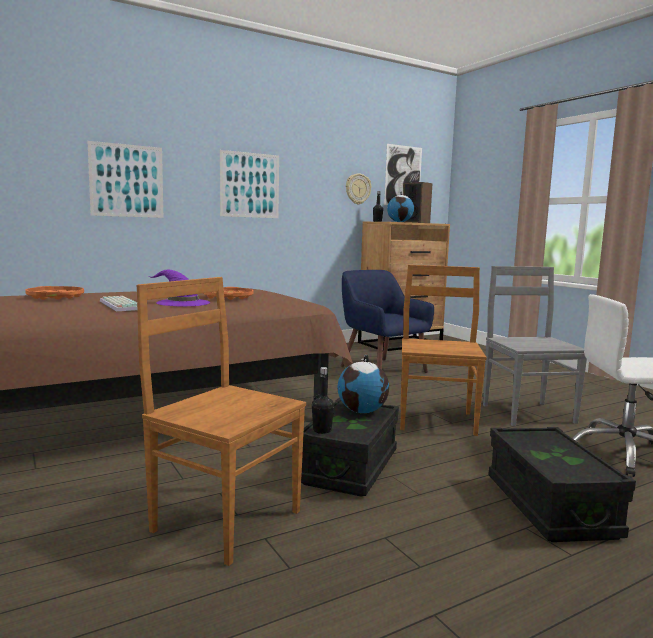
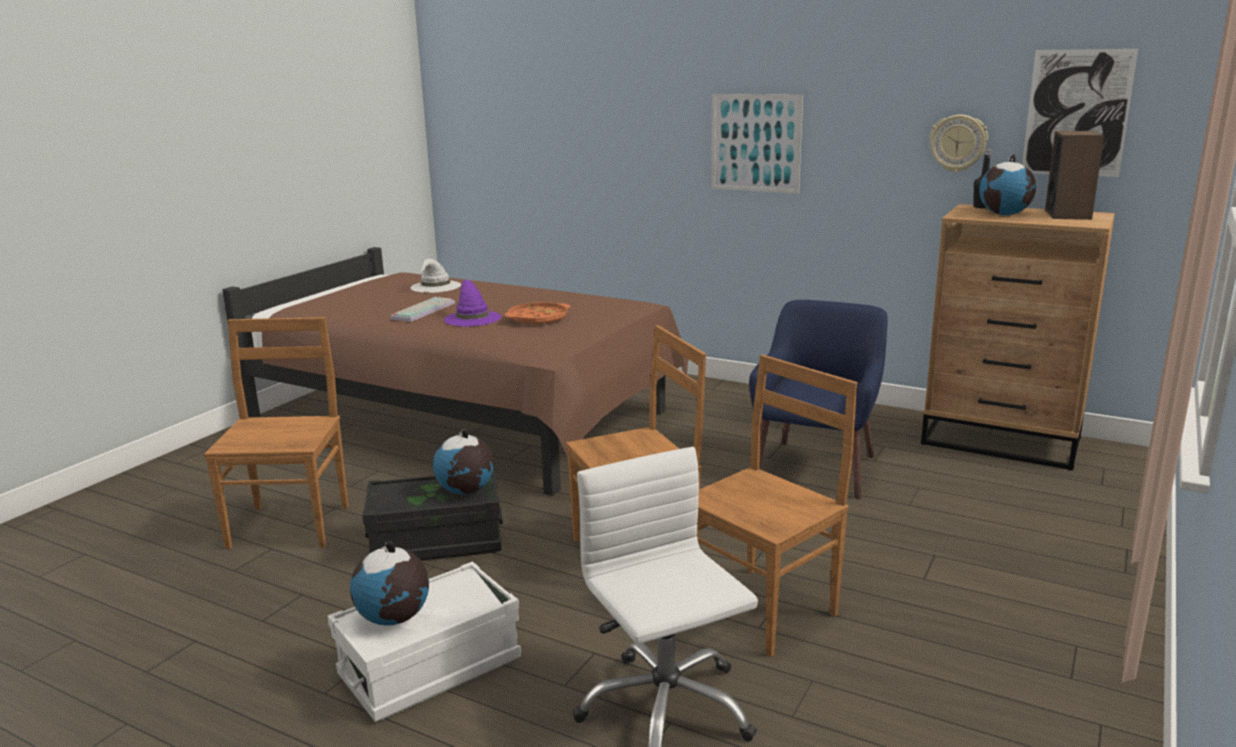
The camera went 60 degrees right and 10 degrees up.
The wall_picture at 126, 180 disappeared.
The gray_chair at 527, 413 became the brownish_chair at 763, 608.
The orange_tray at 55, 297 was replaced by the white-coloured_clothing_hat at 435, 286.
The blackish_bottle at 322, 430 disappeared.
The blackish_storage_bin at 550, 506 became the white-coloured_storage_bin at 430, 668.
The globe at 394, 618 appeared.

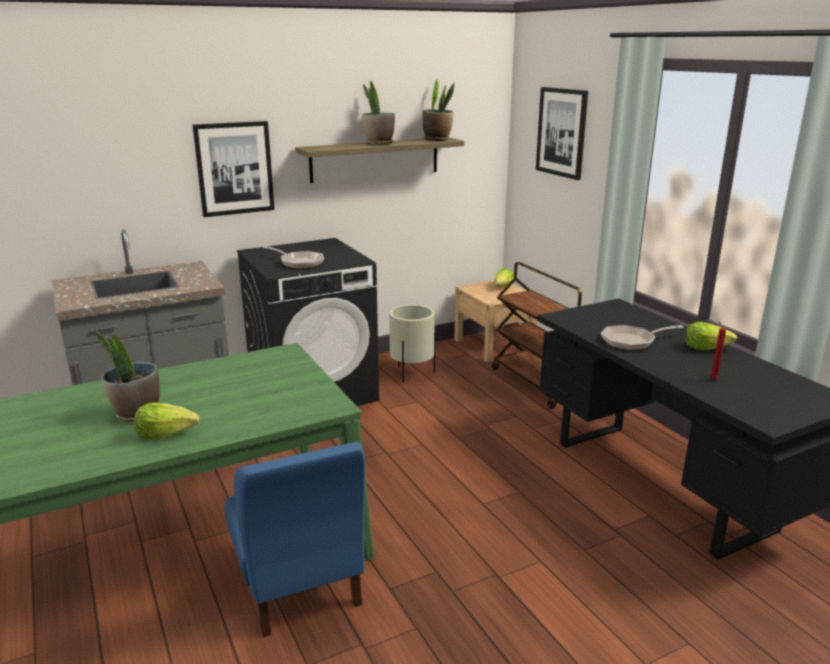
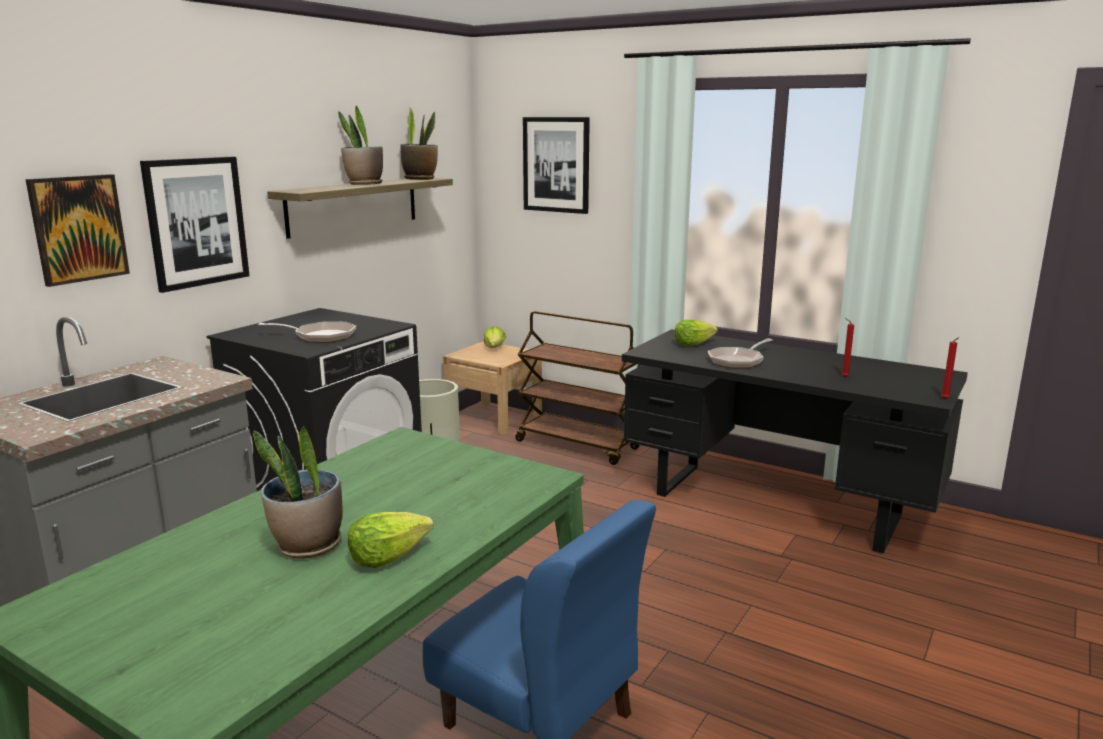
The camera went 30 degrees left and 5 degrees down.
The lettuce_head moved from 706, 348 to 693, 344.
The wall_picture at 78, 229 appeared.
The red-coloured_wax_light at 945, 399 appeared.

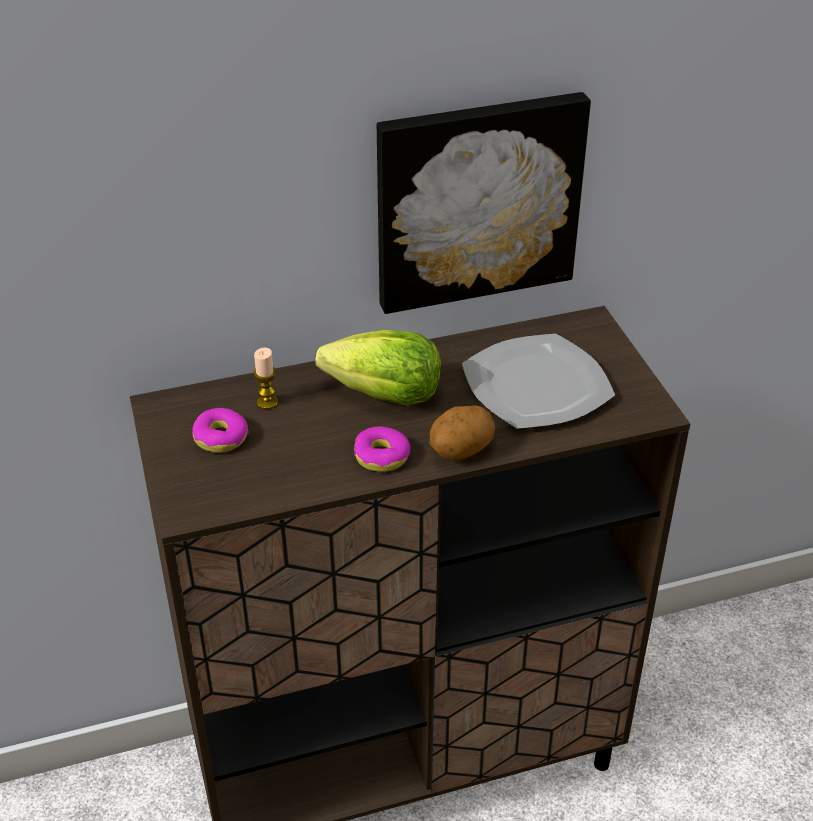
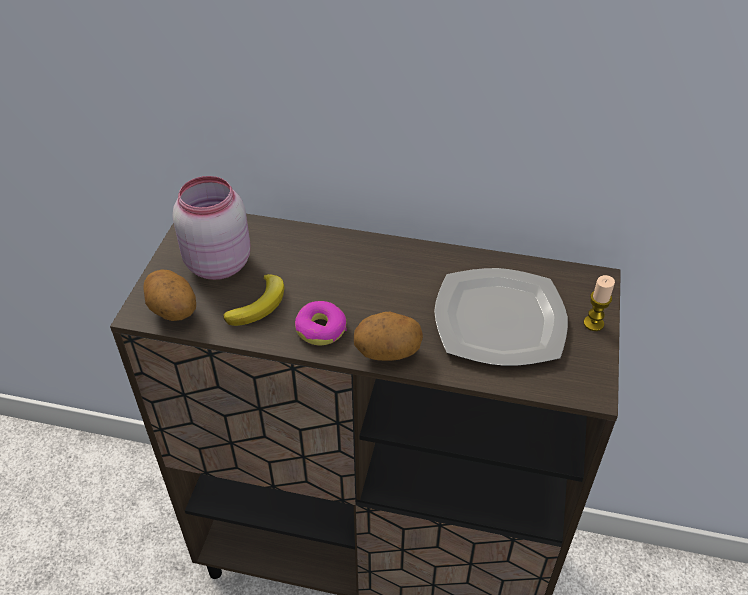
The camera went 30 degrees right and 5 degrees up.
The wall_picture at 476, 200 disappeared.
The lettuce_head at 385, 396 disappeared.
The wax_light moved from 267, 402 to 593, 323.
The donut at 221, 437 was replaced by the pink_jar at 217, 262.
The whole_potato at 173, 312 appeared.
The banana_fruit at 259, 304 appeared.

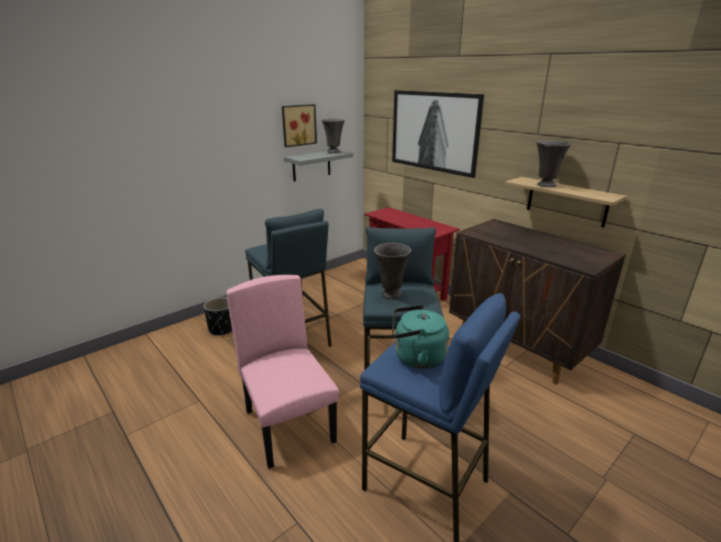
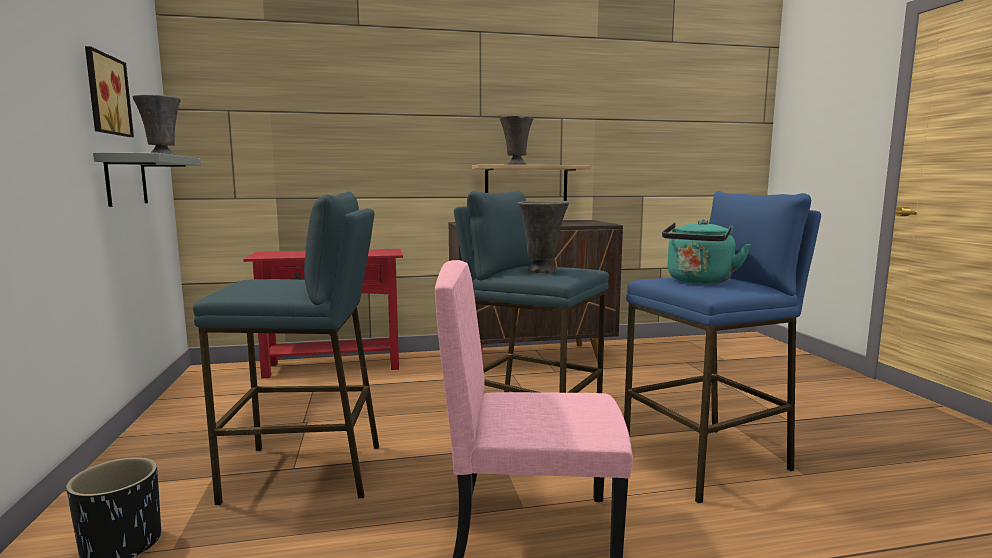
The camera went 60 degrees left and 15 degrees down.
The wall_picture at 433, 131 disappeared.

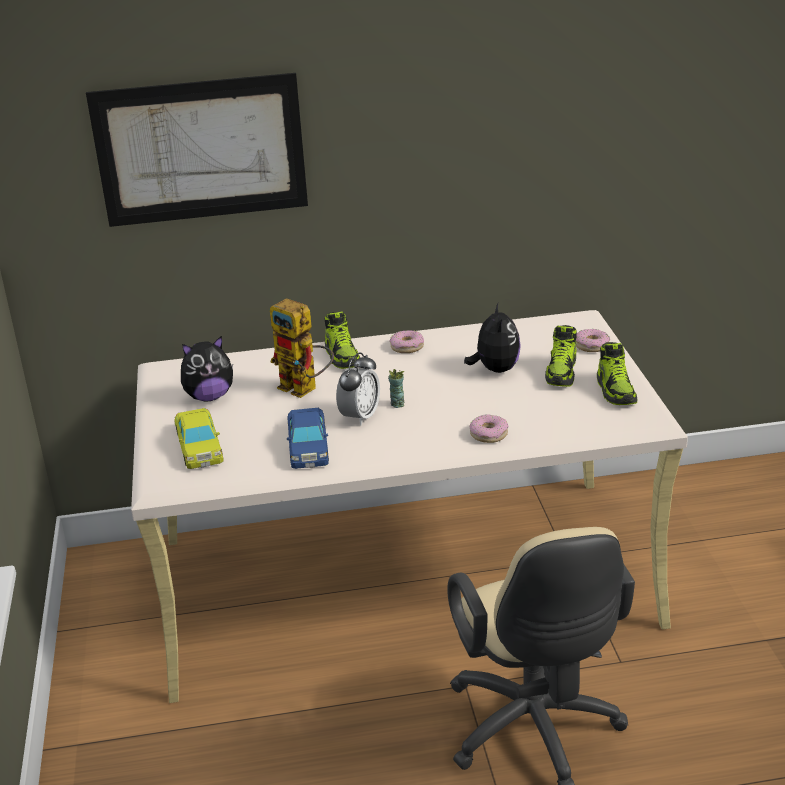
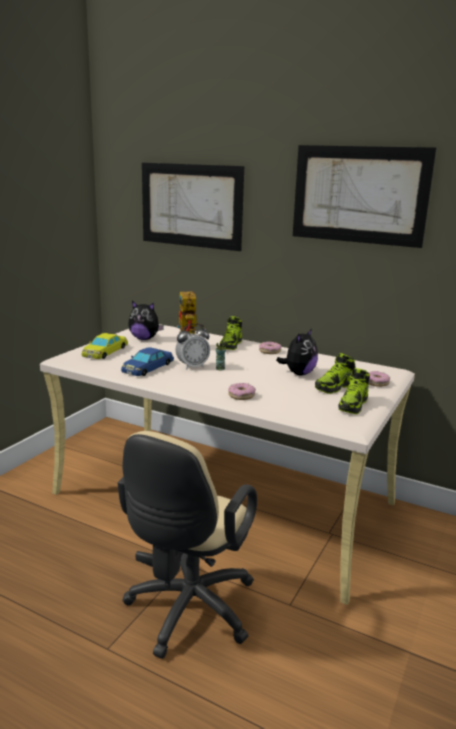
The camera went 35 degrees right and 10 degrees down.
The wall_picture at 359, 195 appeared.

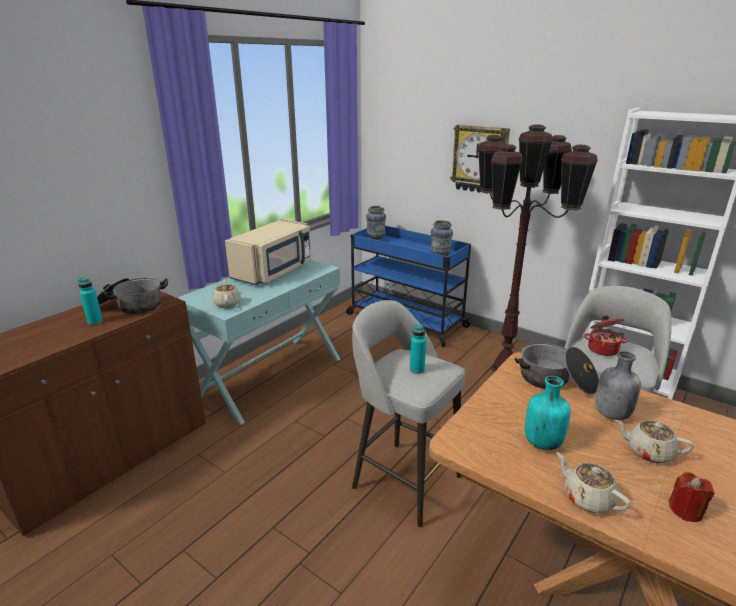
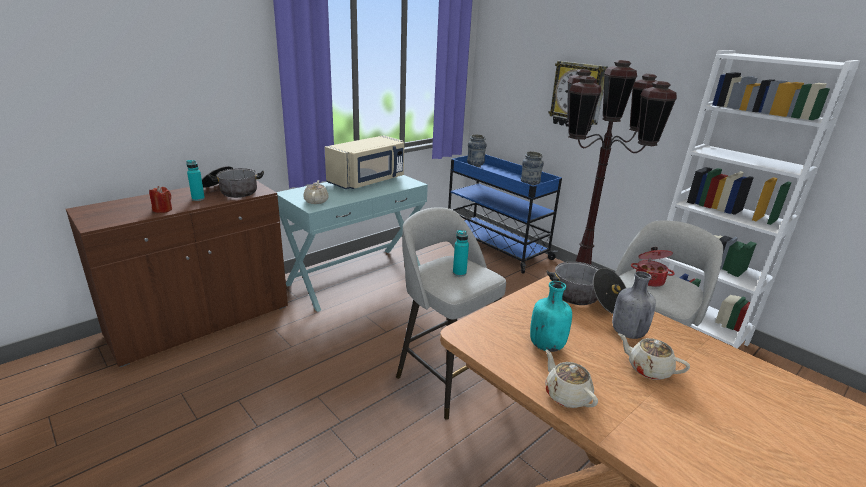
The camera went 10 degrees right and 0 degrees up.
The red-coloured_wax_light moved from 685, 510 to 162, 210.

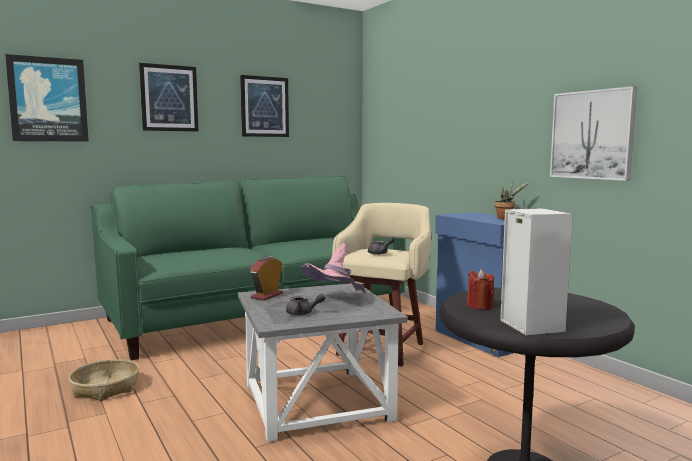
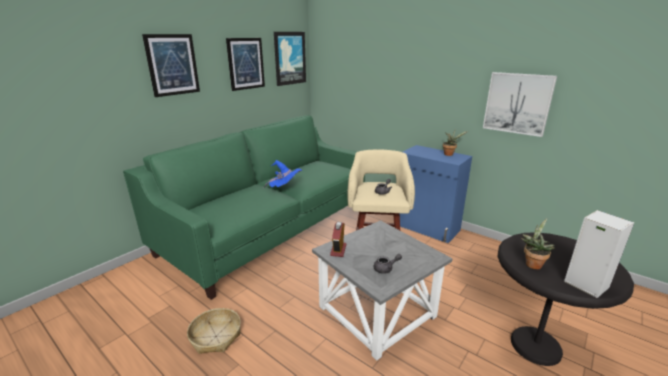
The camera went 20 degrees left and 15 degrees up.
The wall_picture moved from 48, 99 to 289, 58.
The pink_clothing_hat at 336, 300 disappeared.
The red-coloured_wax_light at 479, 306 was replaced by the potted_plant at 532, 263.
The bluish_clothing_hat at 285, 188 appeared.

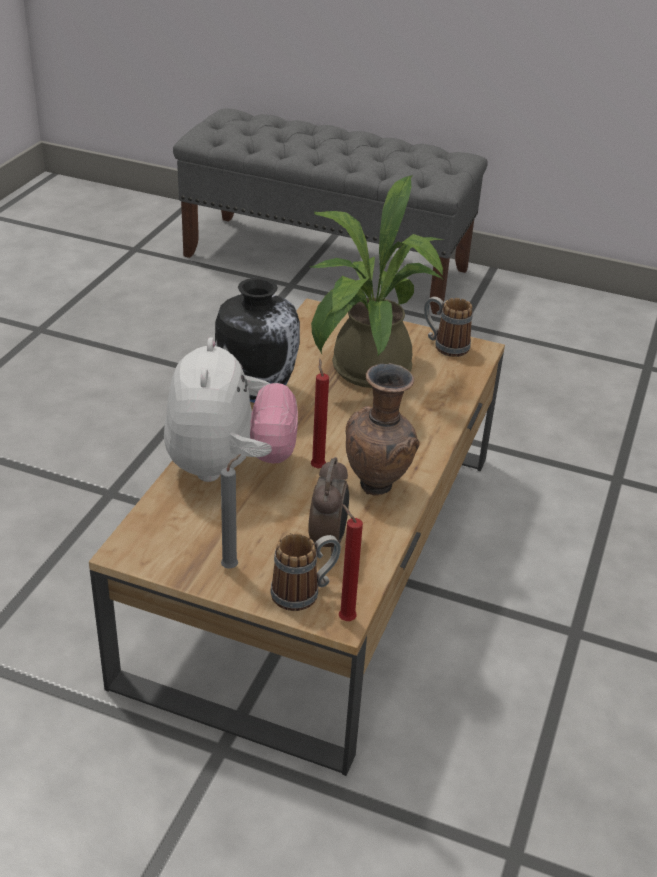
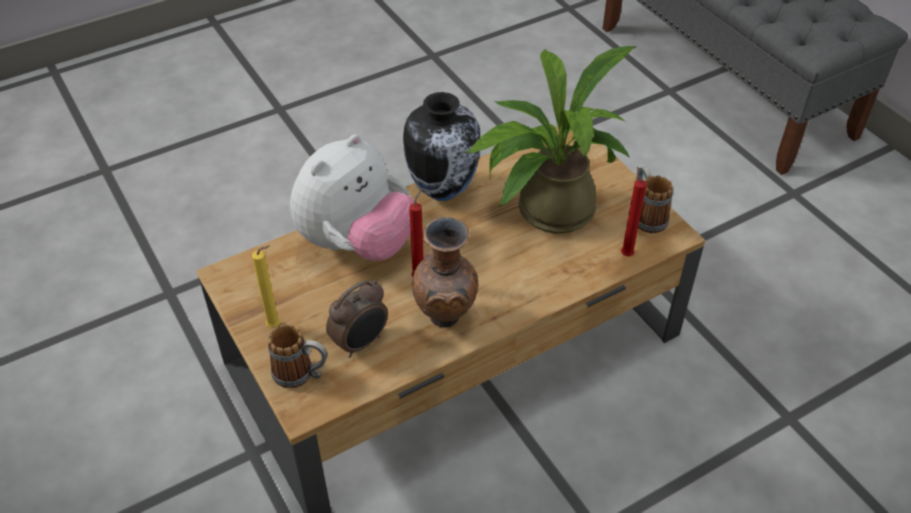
The camera went 40 degrees right and 10 degrees up.
The gray_wax_light at 232, 566 became the yellow_wax_light at 276, 326.
The red-coloured_wax_light moved from 344, 618 to 626, 253.

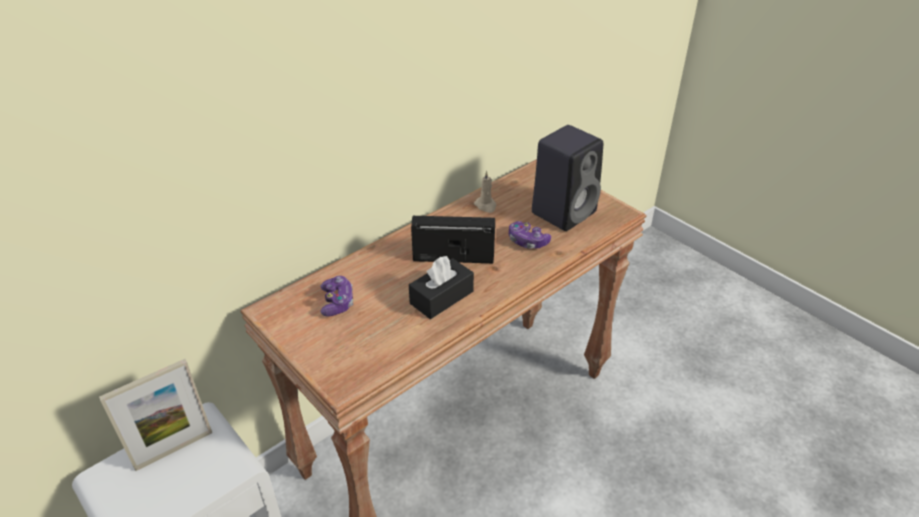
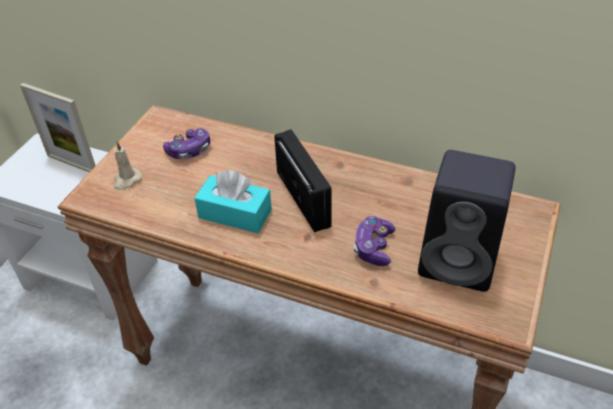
The camera went 65 degrees right and 5 degrees up.
The beige-coloured_wax_light moved from 486, 206 to 127, 180.
The blackish_tissue_holder at 441, 297 became the turquoise-coloured_tissue_holder at 235, 214.

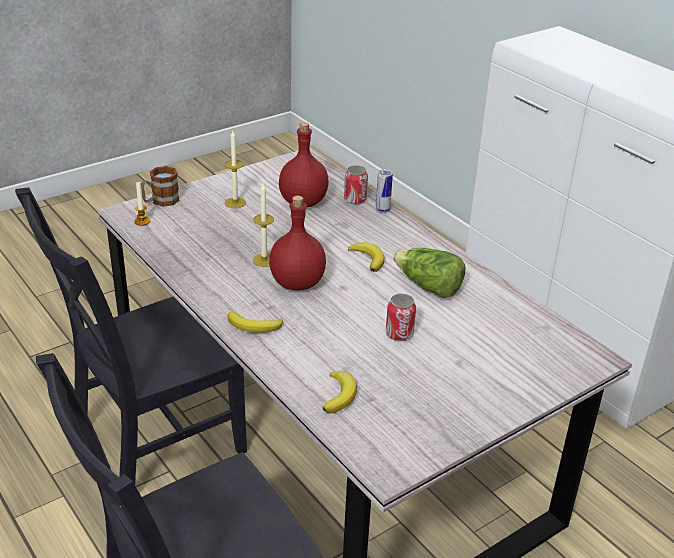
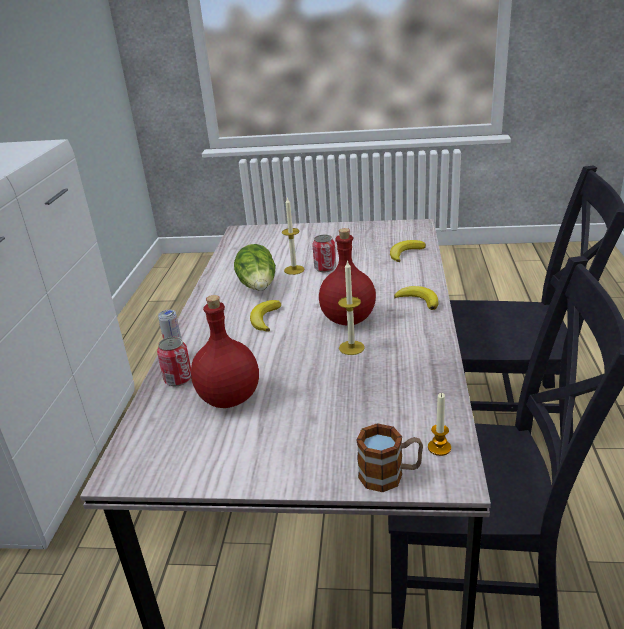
The camera went 135 degrees left and 5 degrees down.
The wax_light moved from 235, 203 to 294, 270.

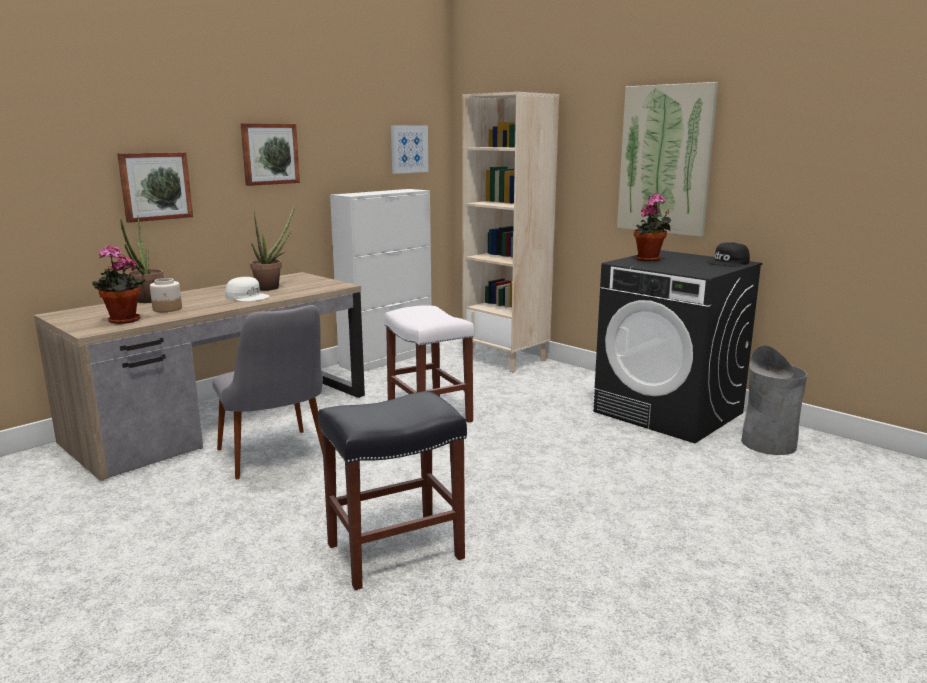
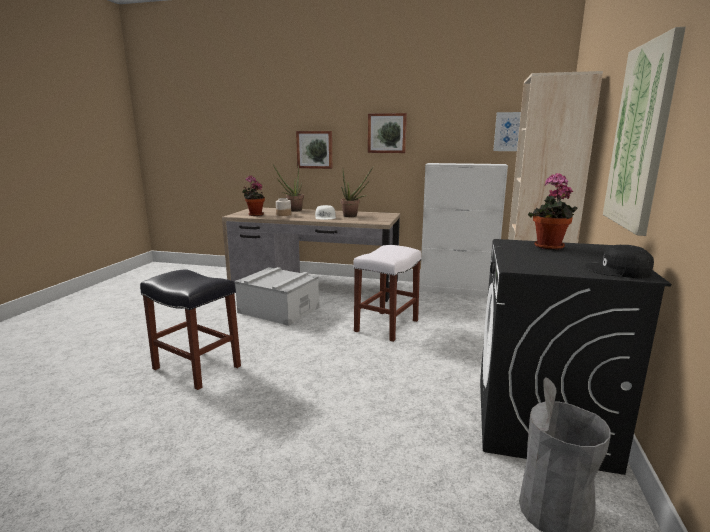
The camera went 60 degrees right and 0 degrees up.
The gray_chair at 277, 461 was replaced by the gray_storage_bin at 278, 310.

